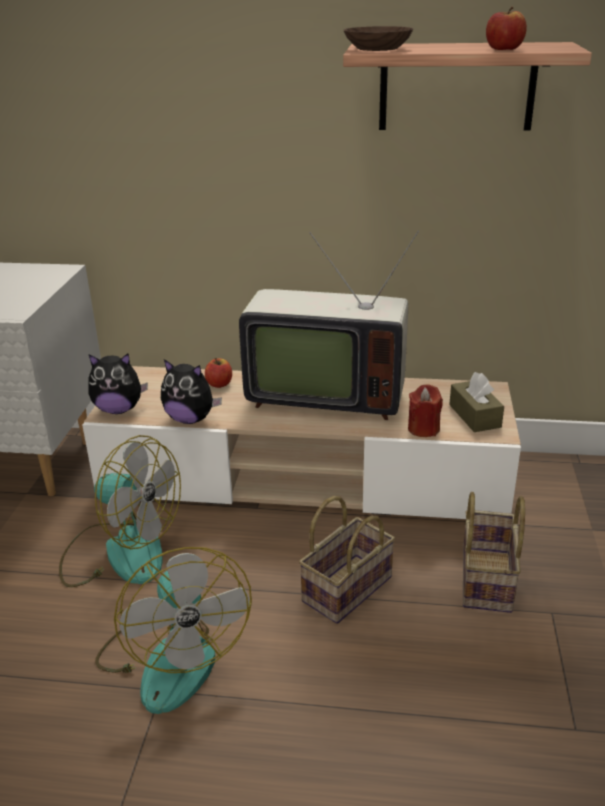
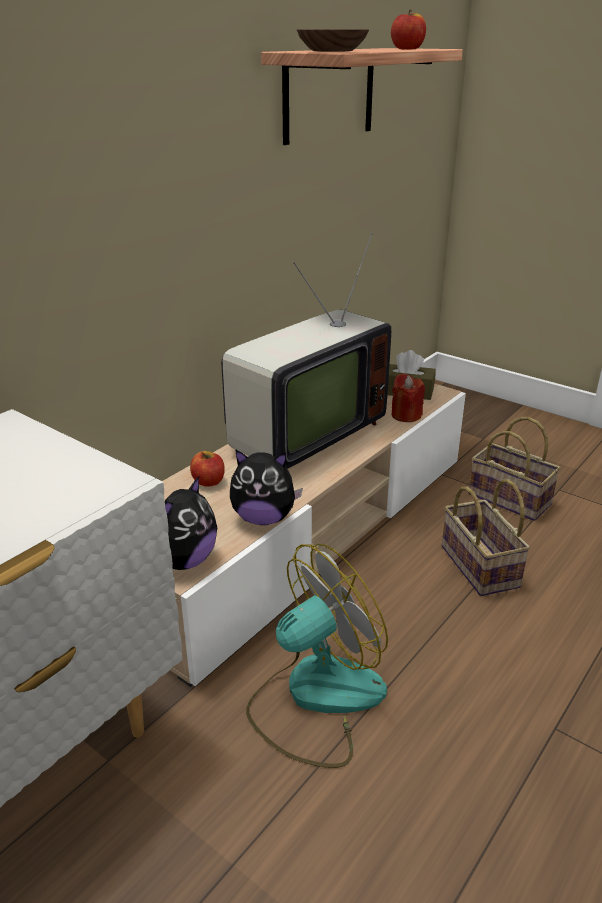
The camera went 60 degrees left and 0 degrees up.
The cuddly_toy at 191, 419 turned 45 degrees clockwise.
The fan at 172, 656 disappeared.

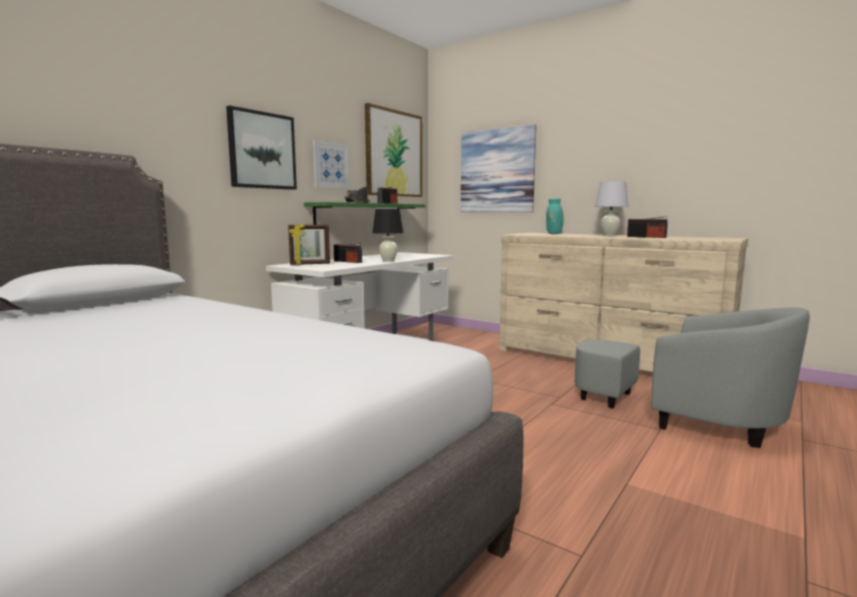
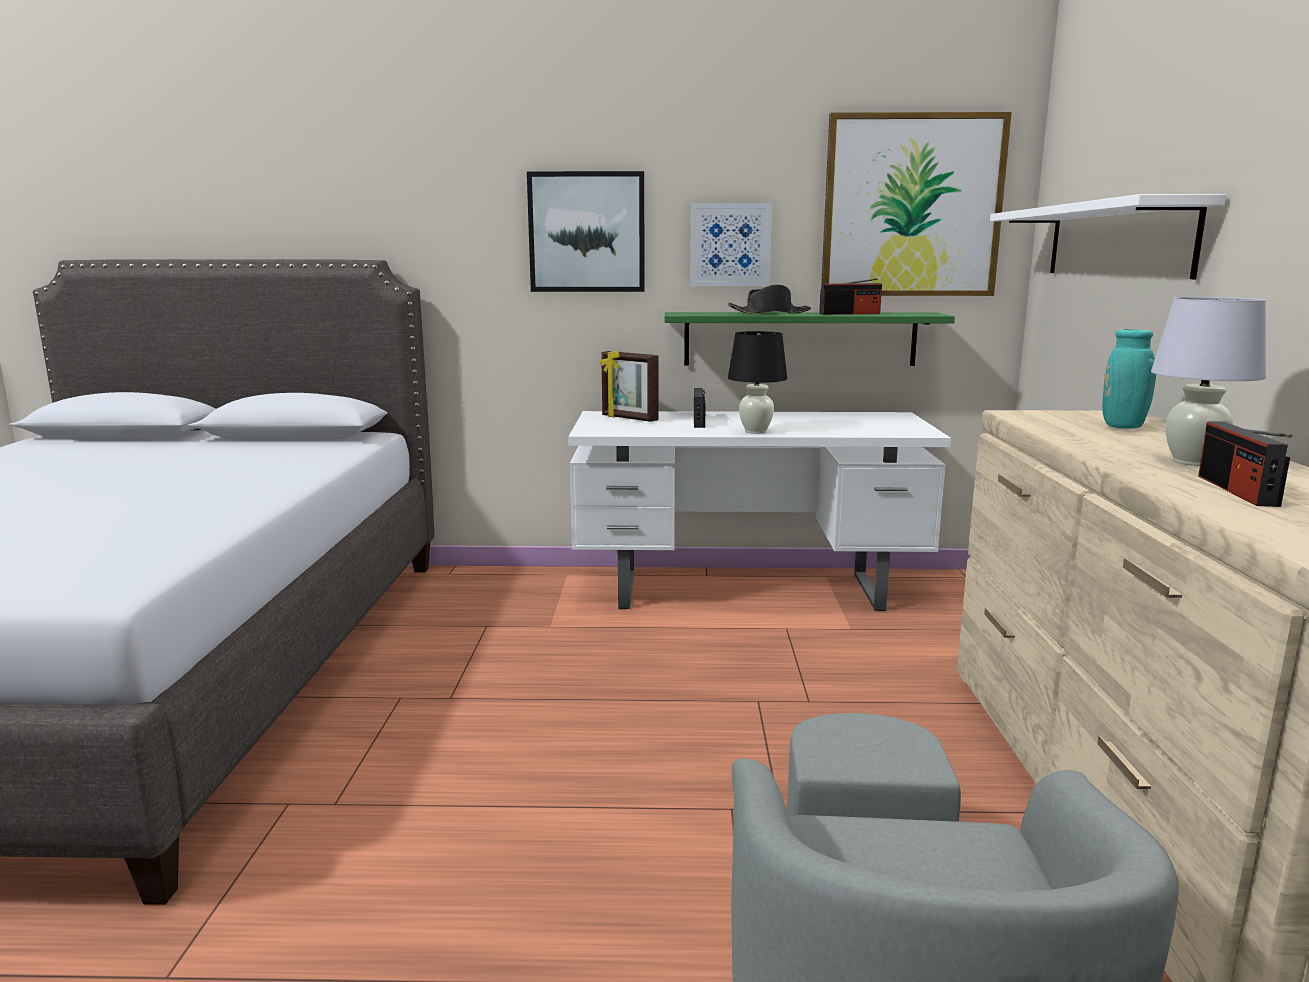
The camera went 55 degrees right and 5 degrees up.
The wall_picture at 497, 171 was replaced by the white-coloured_bracket_shelf at 1117, 241.

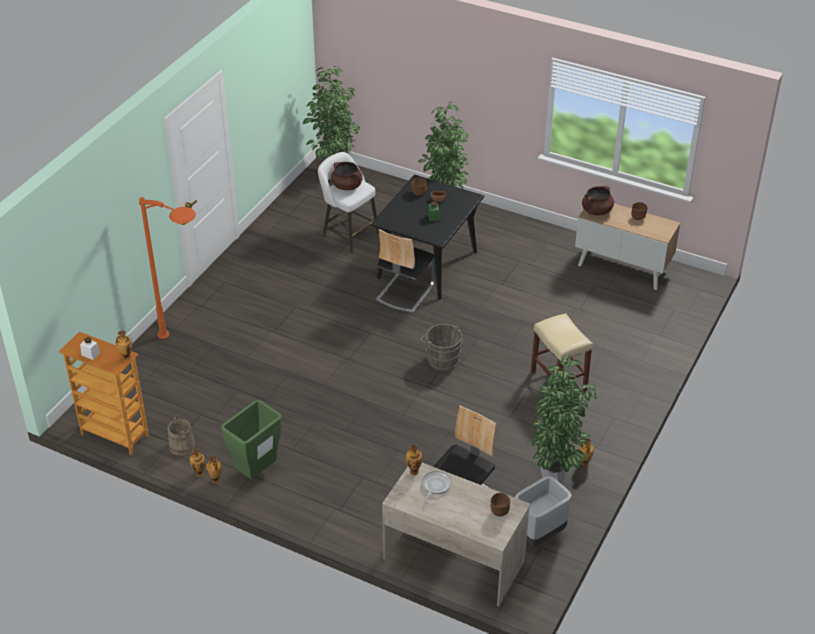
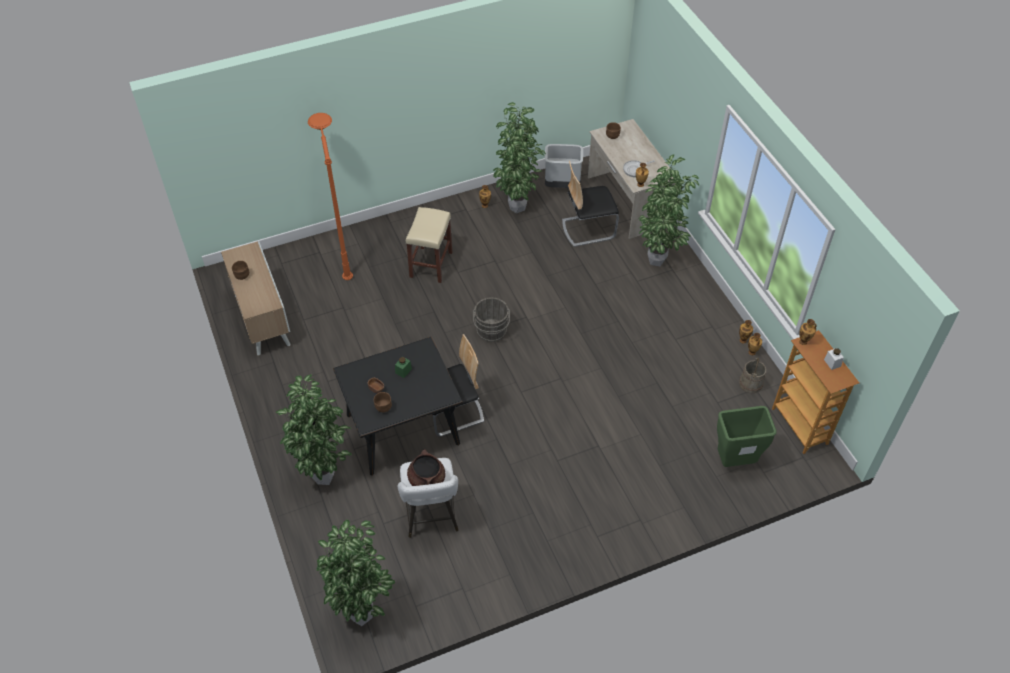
The camera went 140 degrees left and 10 degrees up.
The brownish_stockpot at 596, 211 disappeared.
The orange_standing_lamp moved from 190, 350 to 342, 252.
The green-coloured_trash_can moved from 256, 472 to 735, 461.
The potted_plant at 658, 261 appeared.

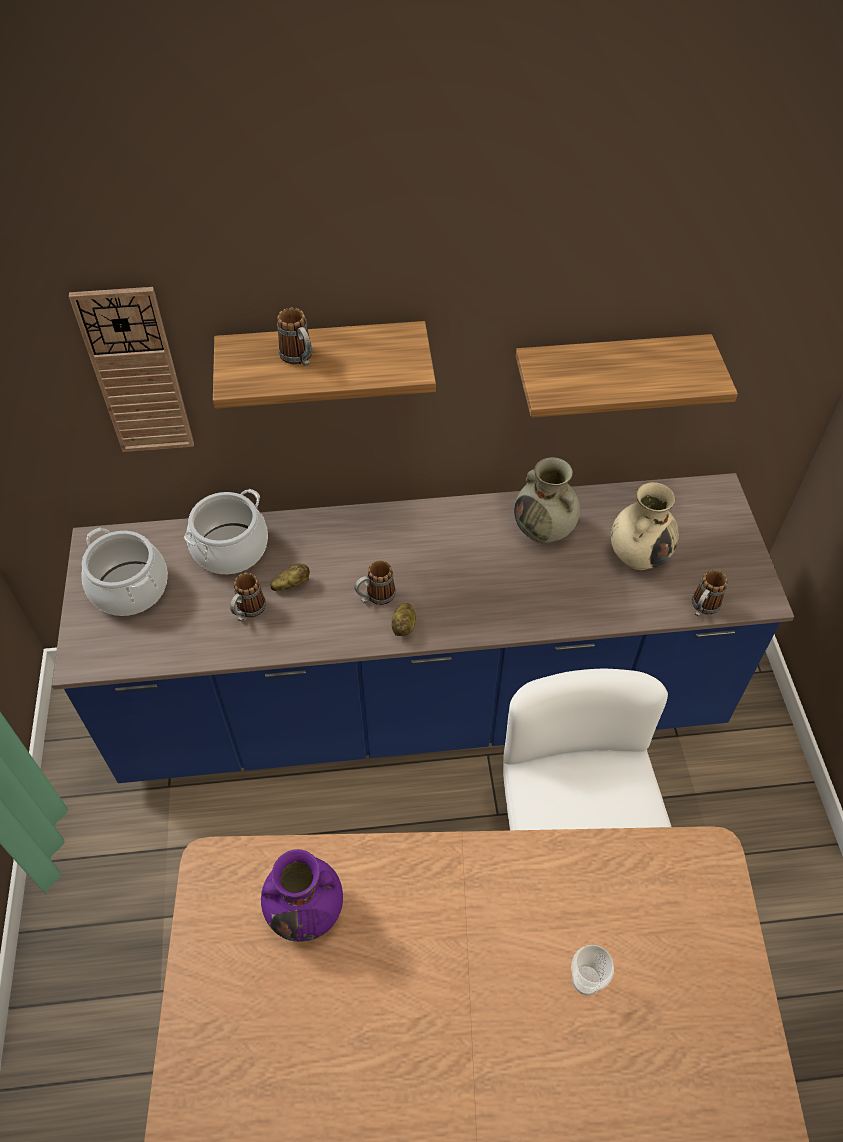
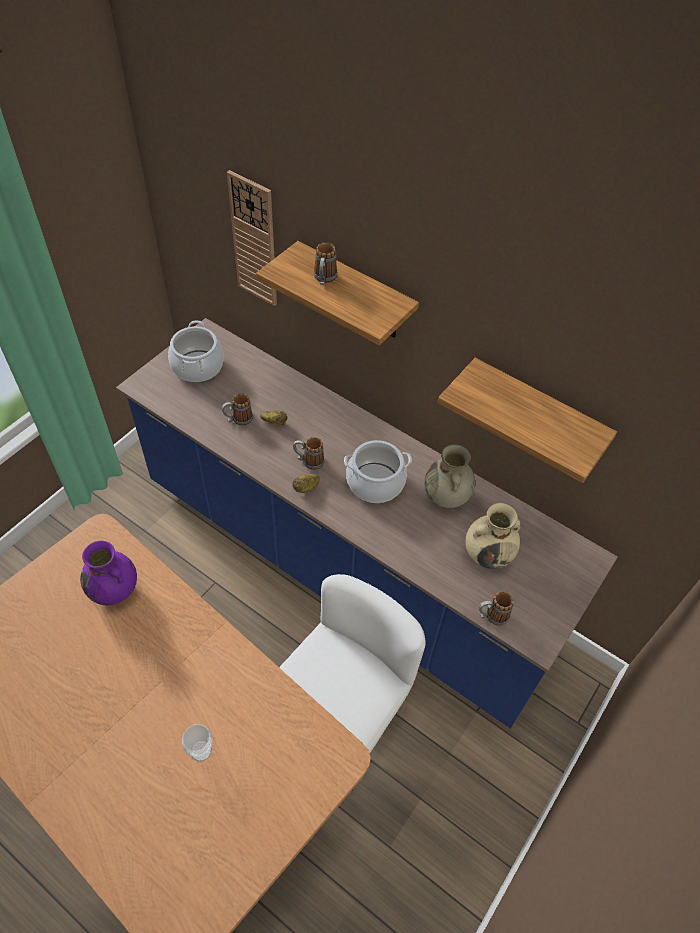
The camera went 40 degrees right and 0 degrees up.
The stockpot moved from 230, 548 to 375, 482.

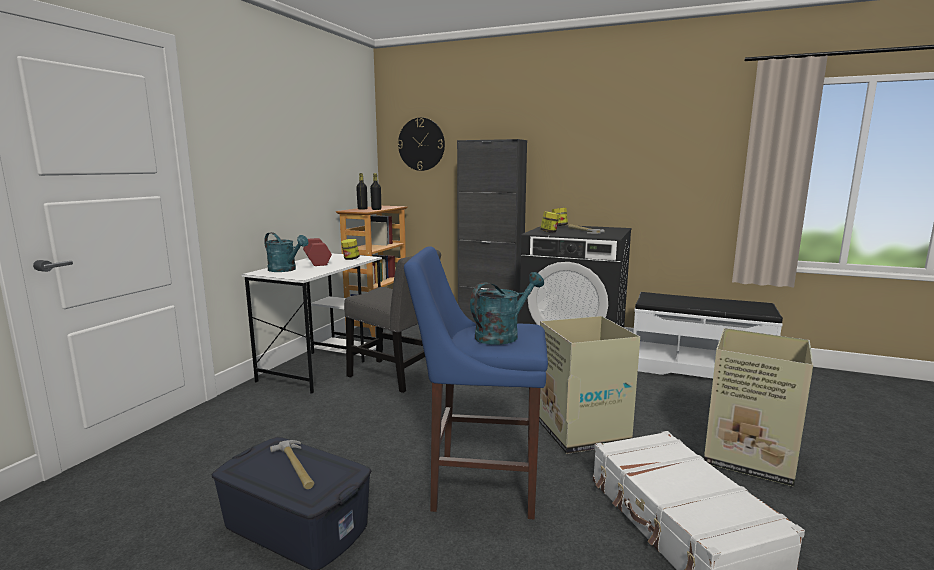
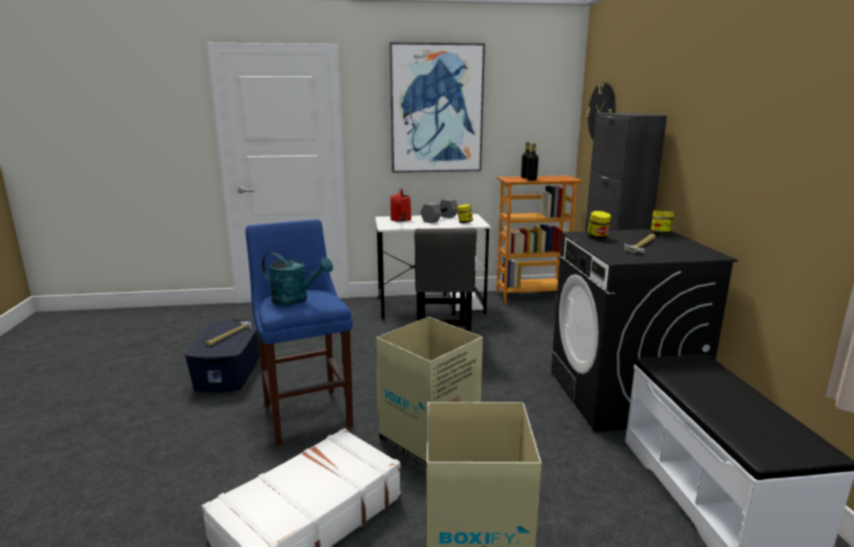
The camera went 60 degrees right and 5 degrees up.
The turquoise-coloured_sprinkling_can at 286, 270 became the red-coloured_sprinkling_can at 400, 220.
The red-coloured_hand_weight at 316, 261 became the gray_hand_weight at 439, 219.
The wall_picture at 436, 109 appeared.

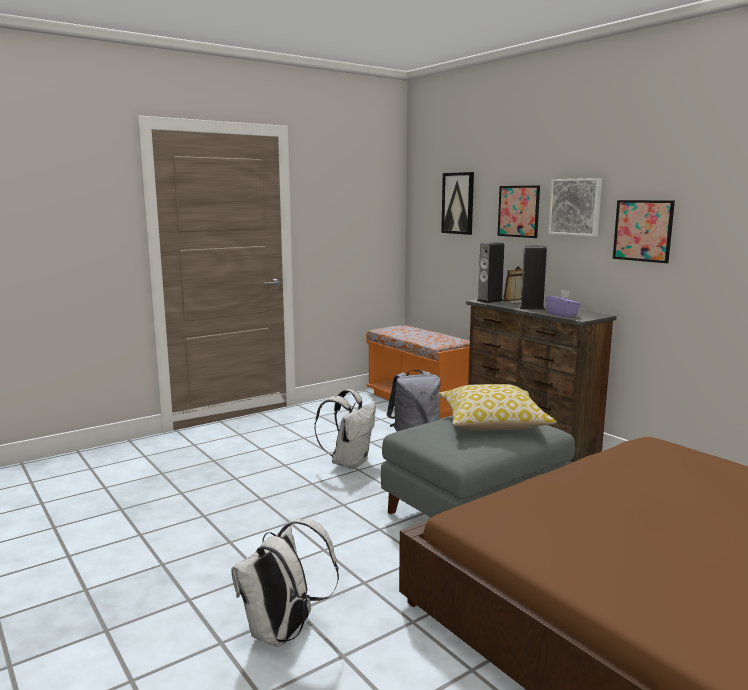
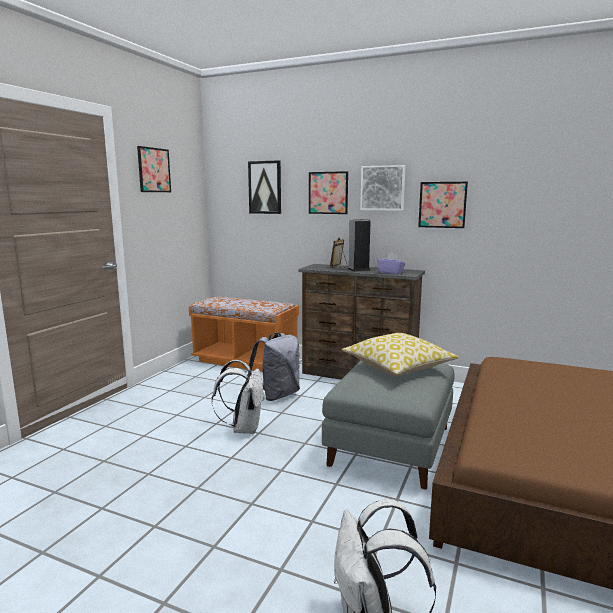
The camera went 30 degrees left and 0 degrees up.
The audio_speaker at 490, 301 disappeared.
The wall_picture at 154, 170 appeared.

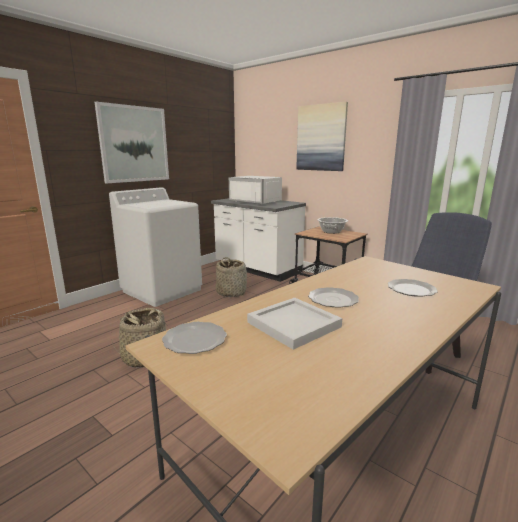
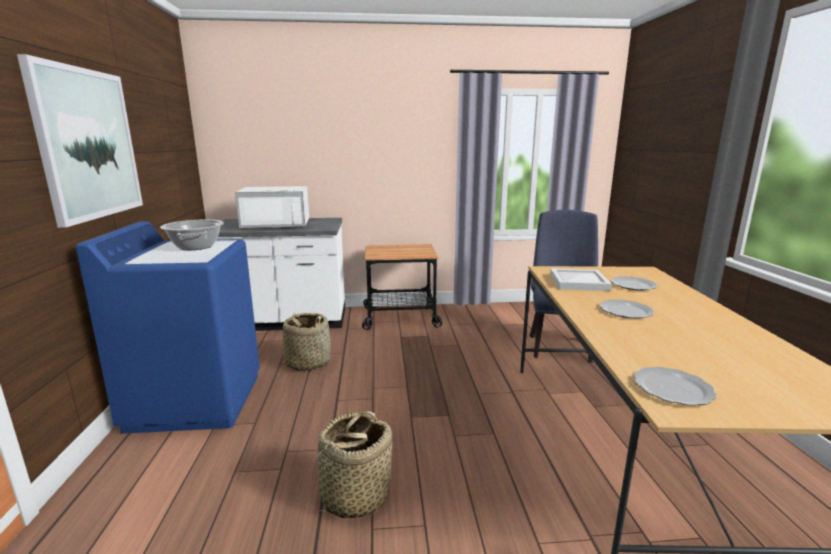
The camera went 45 degrees left and 0 degrees up.
The wall_picture at 321, 138 disappeared.
The white-coloured_washing_machine at 162, 290 became the bluish_washing_machine at 196, 400.
The stockpot moved from 331, 231 to 196, 247.
The white-coloured_tray moved from 293, 325 to 579, 282.

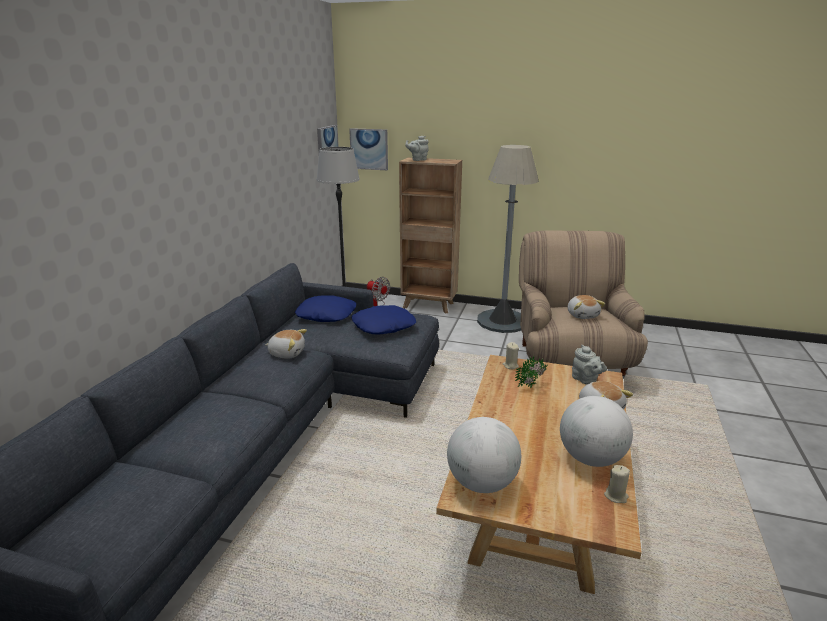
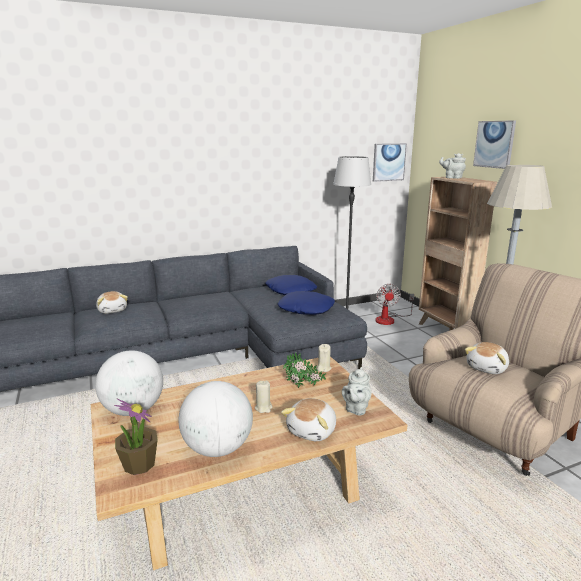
The camera went 50 degrees right and 5 degrees down.
The wall_picture moved from 369, 149 to 494, 144.
The cuddly_toy moved from 287, 353 to 113, 310.
The beige-coloured_wax_light moved from 616, 496 to 263, 408.
The potted_plant at 139, 464 appeared.

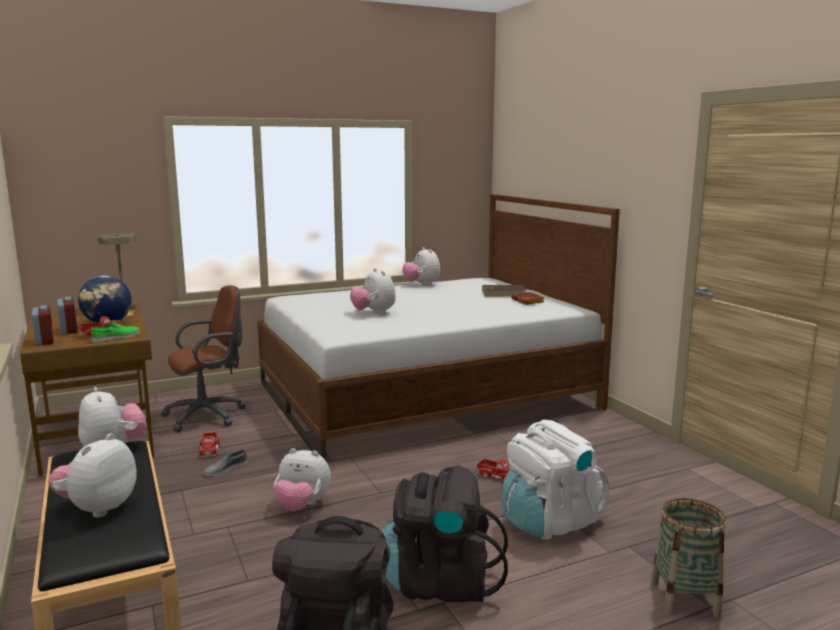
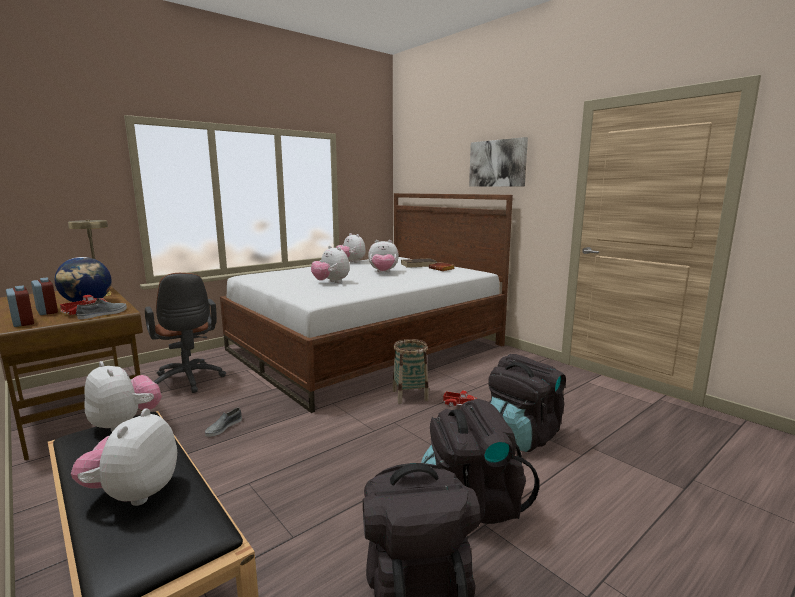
The camera went 15 degrees left and 0 degrees up.
The brownish_computer_chair at 209, 415 turned 105 degrees clockwise.
The green-coloured_low_shoe at 116, 337 became the gray_low_shoe at 103, 314.
The white-coloured_rucksack at 549, 521 became the blackish_rucksack at 522, 436.
The toy_lorry at 209, 450 disappeared.
The cuddly_toy moved from 302, 506 to 383, 272.
The basket moved from 684, 599 to 410, 395.
The wall_picture at 497, 163 appeared.

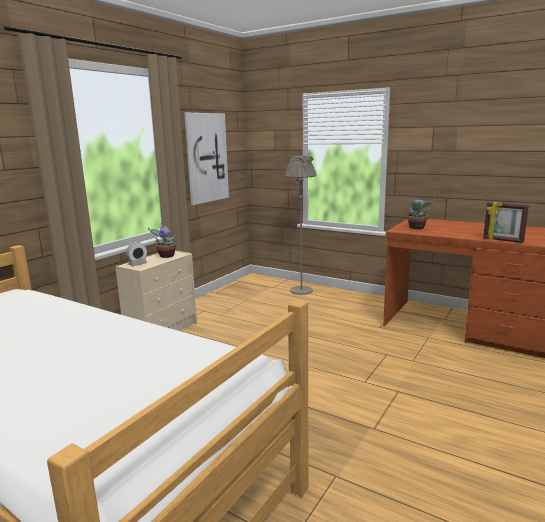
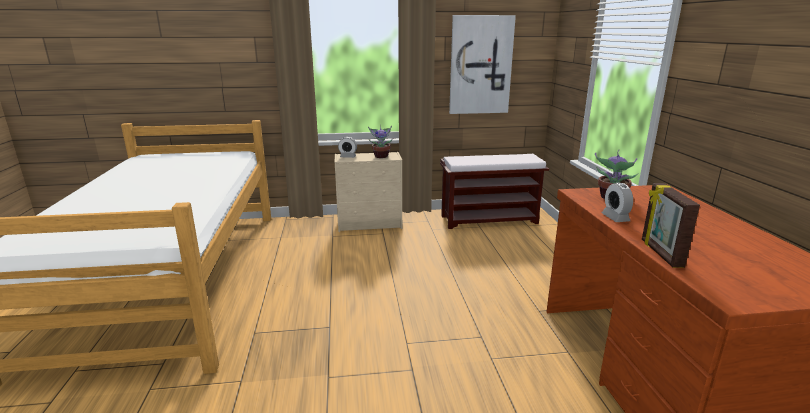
The camera went 50 degrees right and 5 degrees up.
The gray_standing_lamp at 301, 290 disappeared.
The brownish_long_seat at 489, 219 appeared.
The table_clock at 615, 218 appeared.

